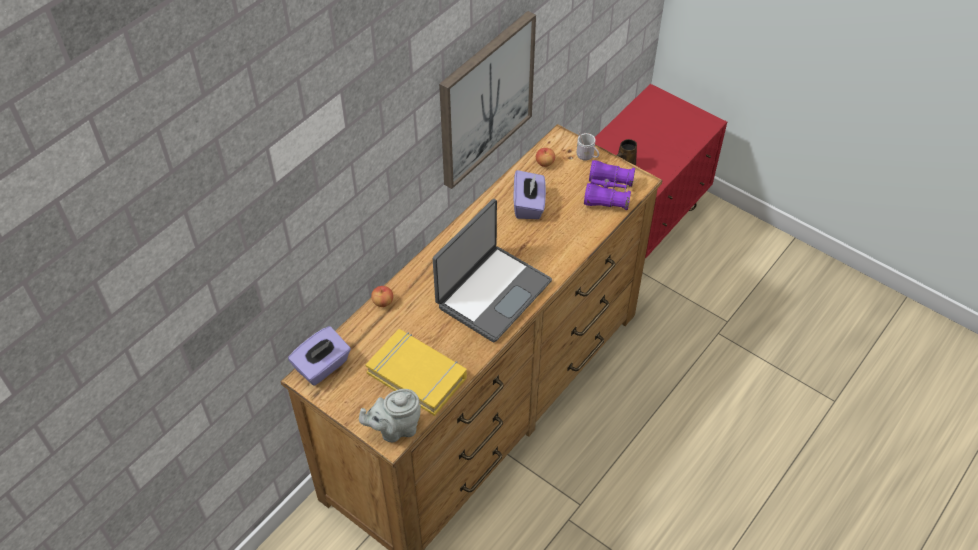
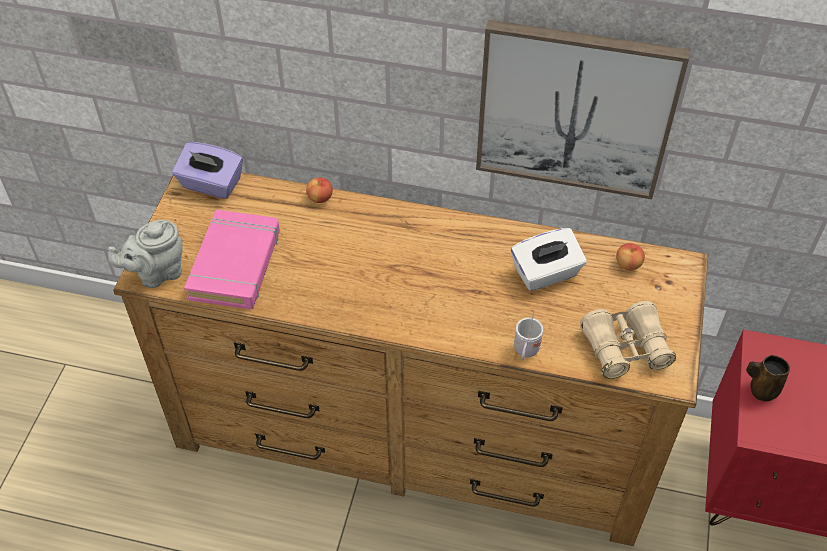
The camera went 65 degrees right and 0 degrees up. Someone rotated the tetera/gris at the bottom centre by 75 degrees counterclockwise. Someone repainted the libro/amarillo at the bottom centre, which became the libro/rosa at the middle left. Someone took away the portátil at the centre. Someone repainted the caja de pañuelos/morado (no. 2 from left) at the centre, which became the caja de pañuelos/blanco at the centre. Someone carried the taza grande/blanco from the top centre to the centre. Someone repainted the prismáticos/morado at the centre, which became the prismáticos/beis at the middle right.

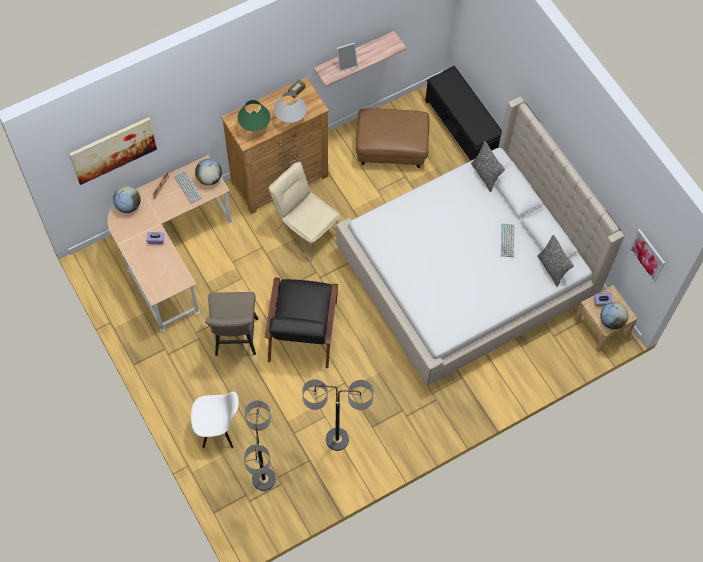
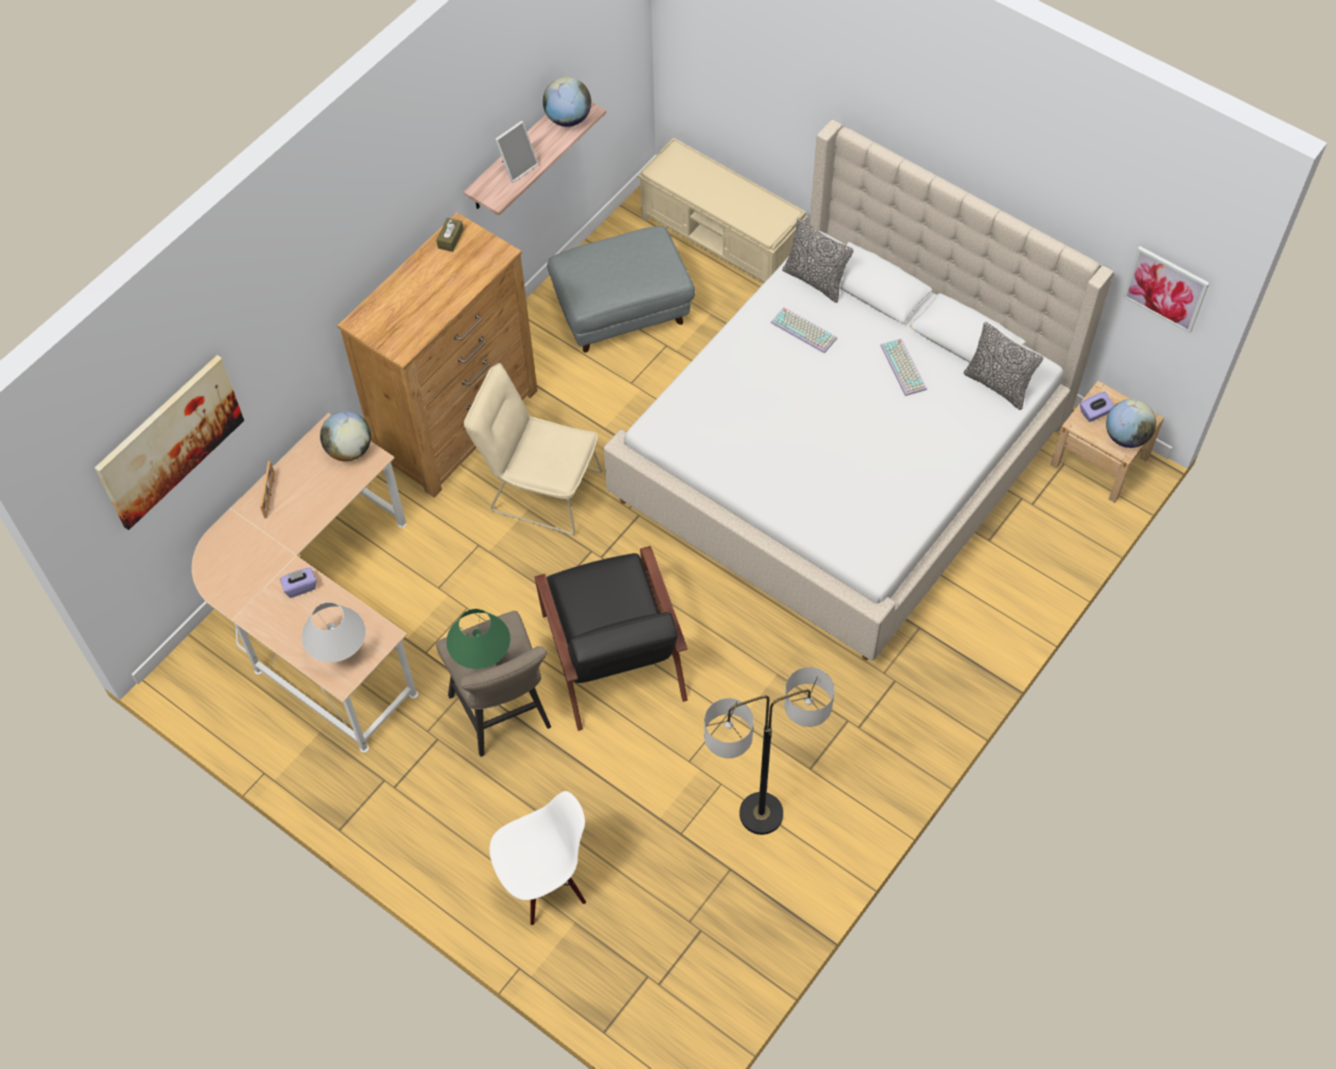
The camera went 20 degrees left and 5 degrees down. Someone carried the globo terráqueo (no. 1 from left in the first image) from the middle left to the top centre. Someone carried the teclado (no. 1 from left) from the top left to the top centre. Someone carried the lámpara de mesa/verde from the top centre to the centre. Someone took away the lámpara de pie (no. 1 from left) at the bottom centre. Someone carried the lámpara de mesa/blanco from the top centre to the middle left. Someone repainted the puf/marrón at the top centre, which became the puf/gris at the top centre. Someone repainted the banco/negro at the top centre, which became the banco/beis at the top centre.

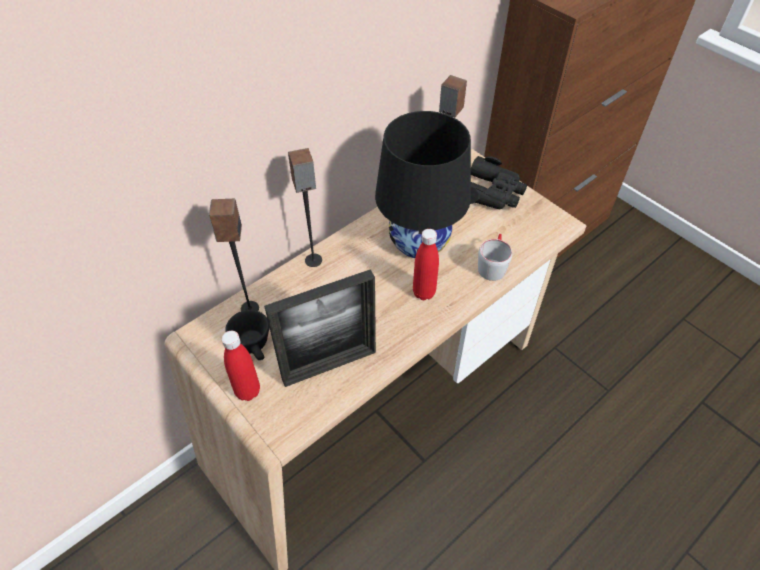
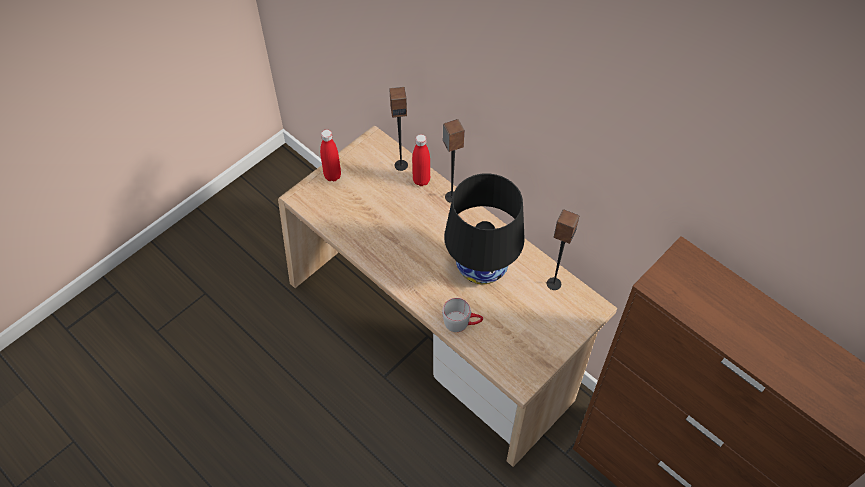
The camera went 85 degrees right and 5 degrees up. Someone took away the taza/negro at the middle left. Someone took away the portarretratos at the centre. Someone carried the botella/rojo (no. 2 from left) from the centre to the top centre. Someone took away the prismáticos/negro at the top centre.

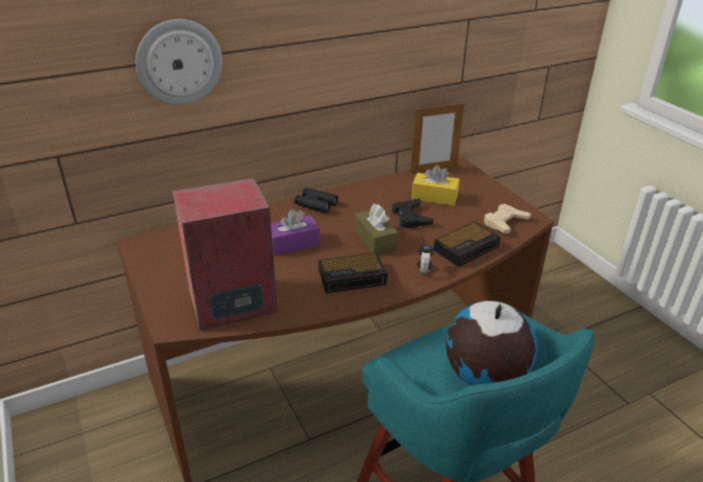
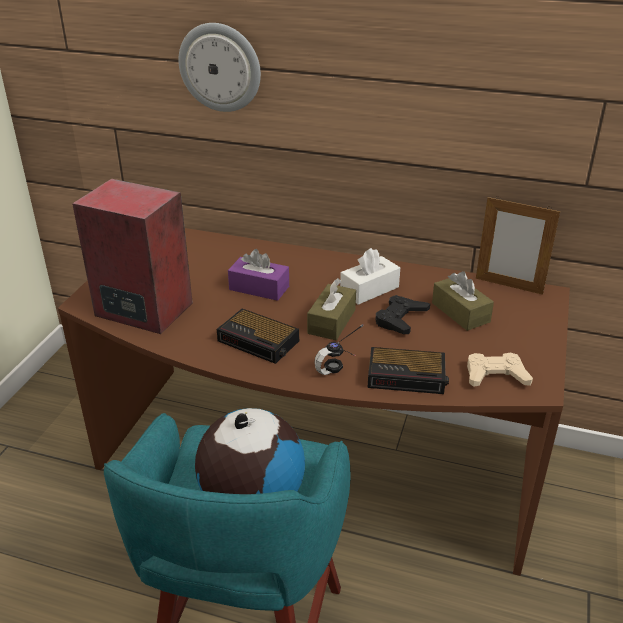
The camera went 45 degrees right and 0 degrees up. Someone took away the prismáticos/negro at the centre. Someone repainted the caja de pañuelos/amarillo at the centre, which became the caja de pañuelos/marrón (no. 2 from left) at the middle right. Someone put down the caja de pañuelos/blanco at the centre.

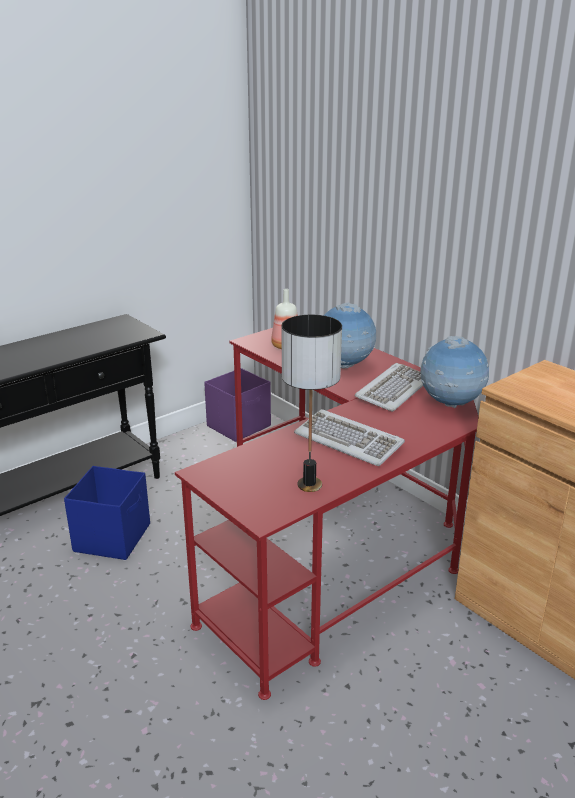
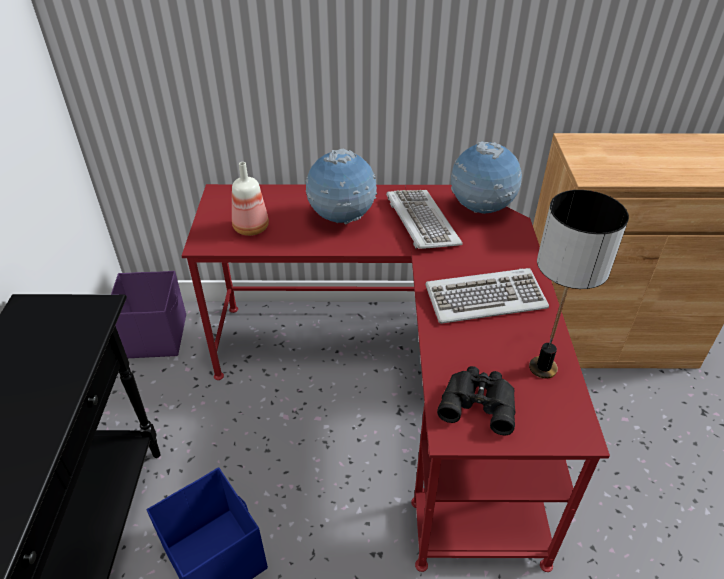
The camera went 50 degrees left and 15 degrees up. Someone put down the prismáticos/negro at the bottom centre.

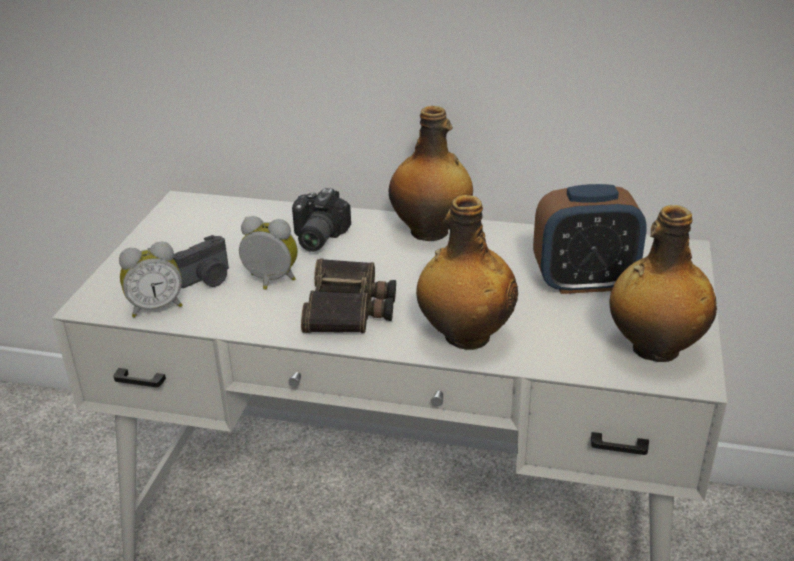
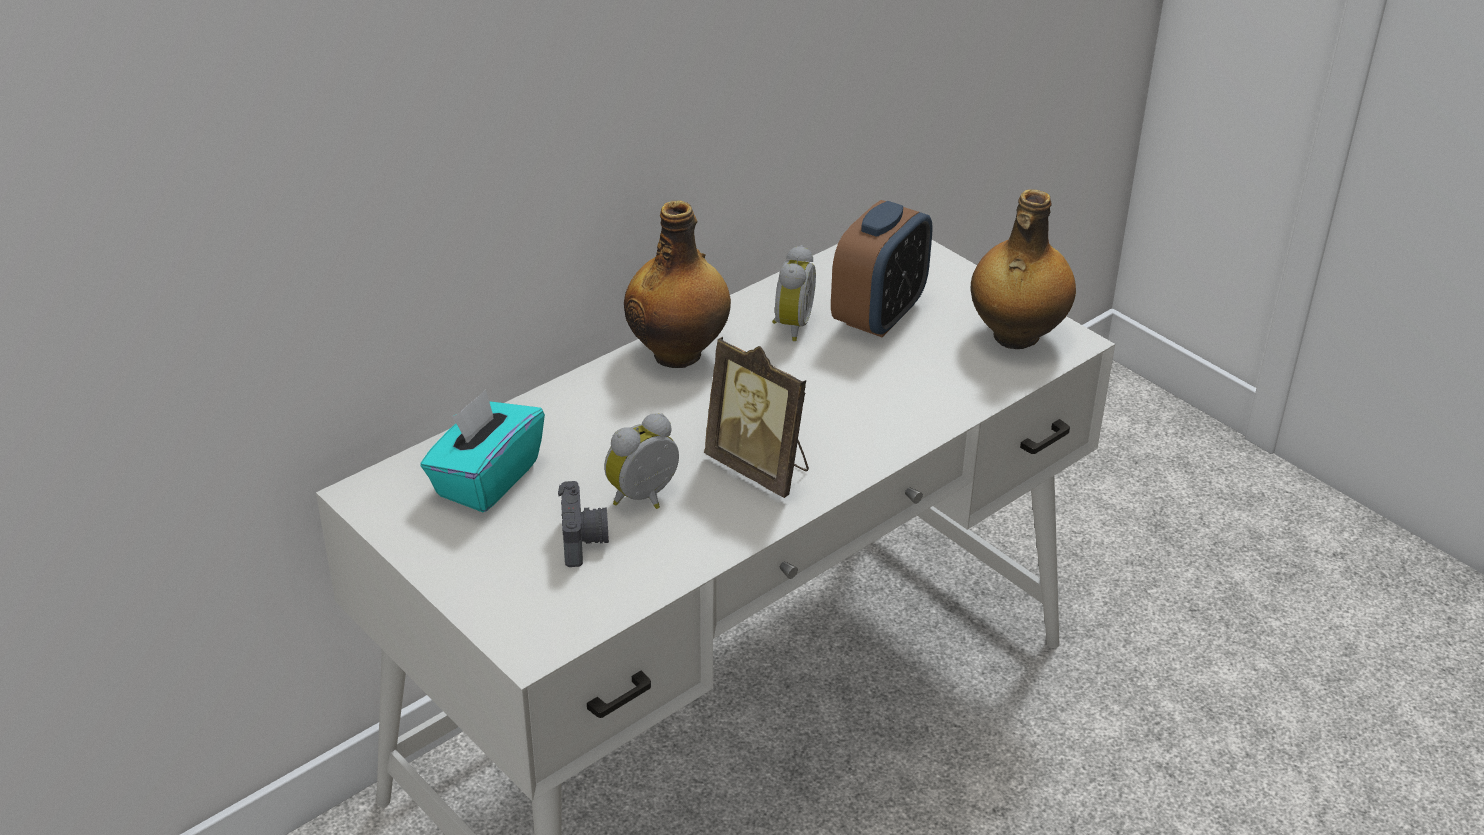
The camera went 55 degrees left and 5 degrees up. Someone carried the despertador (no. 1 from left in the first image) from the middle left to the centre. Someone took away the cámara (no. 2 from left) at the centre. Someone swapped the prismáticos at the centre for the portarretratos at the centre. Someone took away the botella (no. 2 from left) at the centre. Someone put down the caja de pañuelos/turquesa at the middle left.

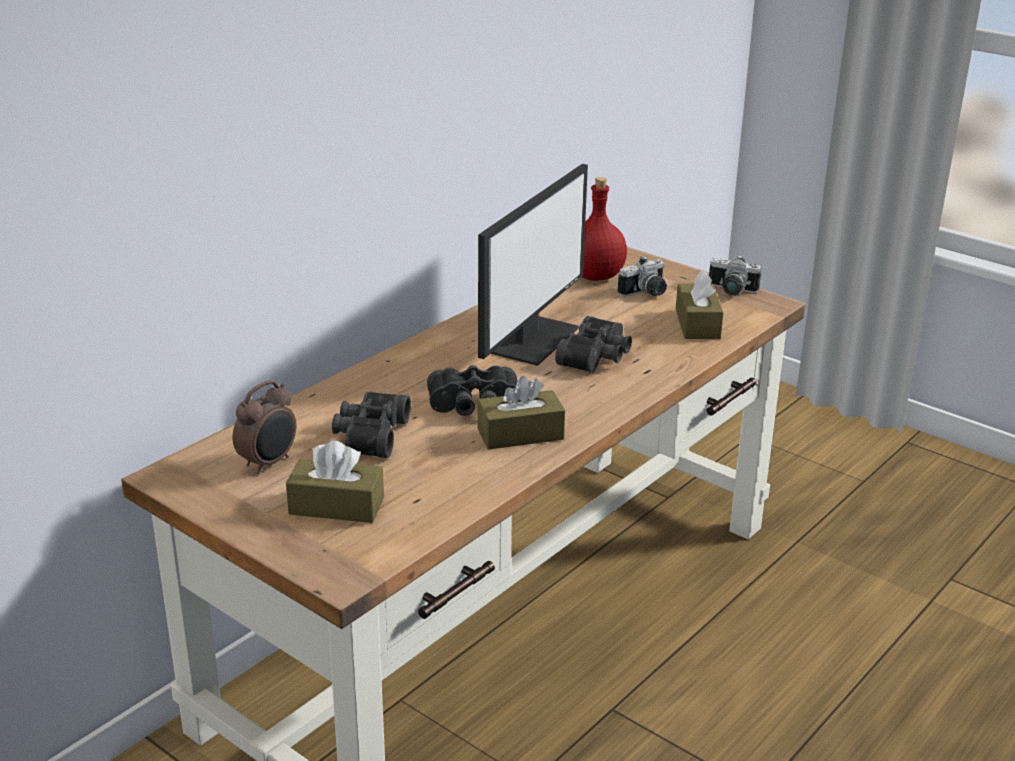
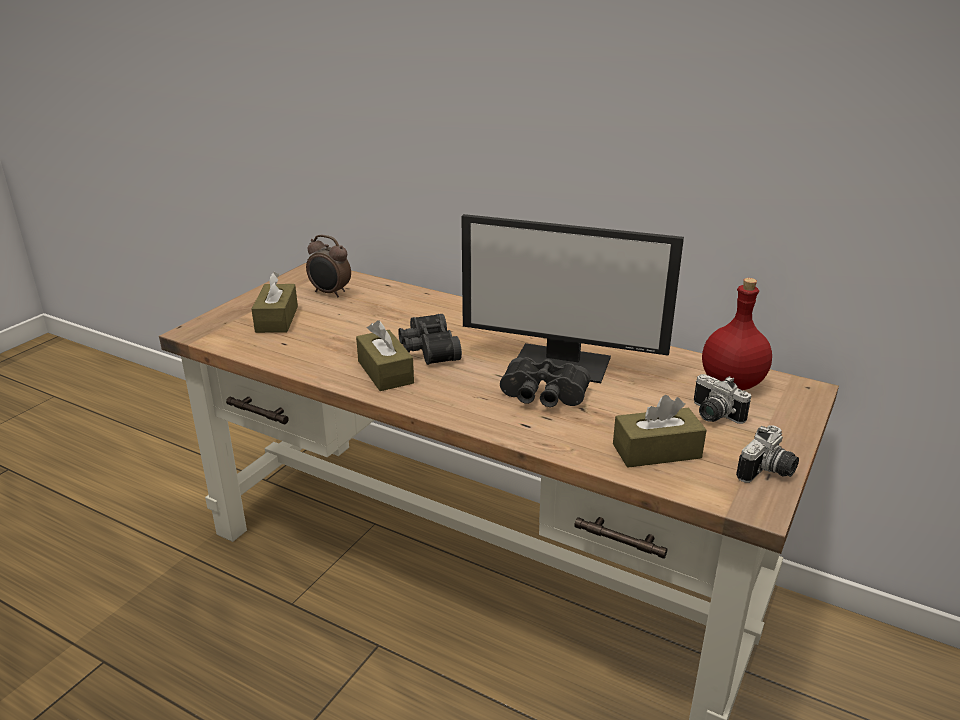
The camera went 80 degrees right and 0 degrees up. Someone took away the prismáticos/negro (no. 1 from left) at the centre. Someone rotated the cámara (no. 2 from left) at the middle right by 150 degrees counterclockwise.

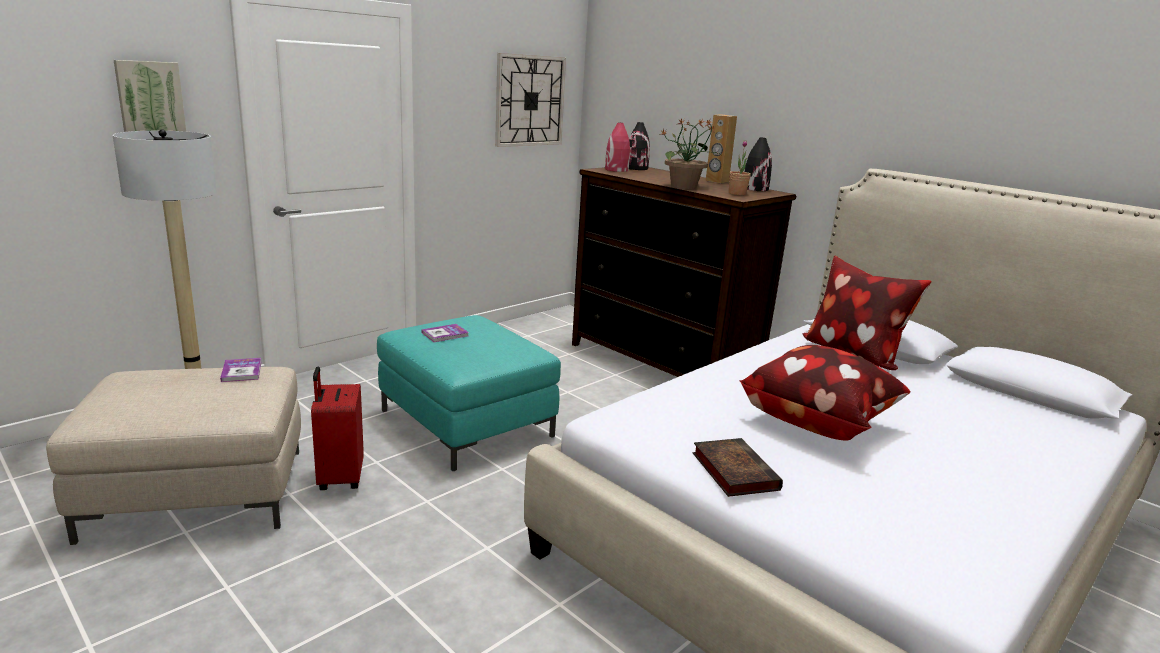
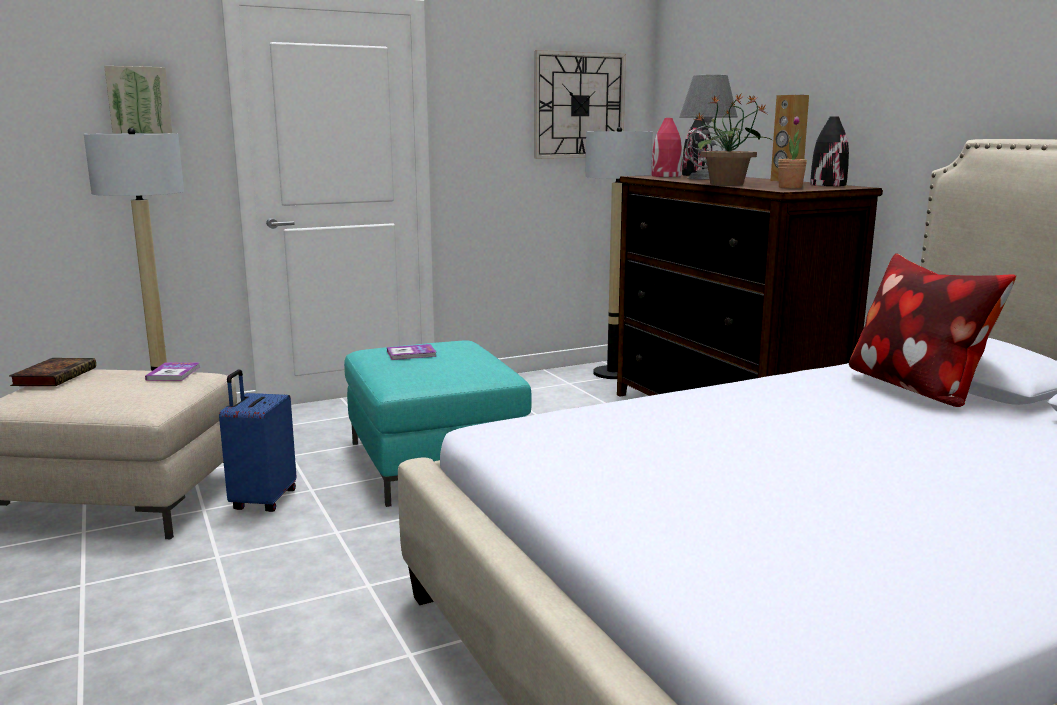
The camera went 20 degrees right and 5 degrees down. Someone repainted the maleta/rojo at the middle left, which became the maleta/azul at the middle left. Someone carried the libro (no. 3 from left in the first image) from the bottom centre to the middle left. Someone took away the cojín (no. 1 from left) at the middle right. Someone put down the lámpara de pie (no. 2 from left) at the centre. Someone put down the lámpara de mesa/gris at the top right.

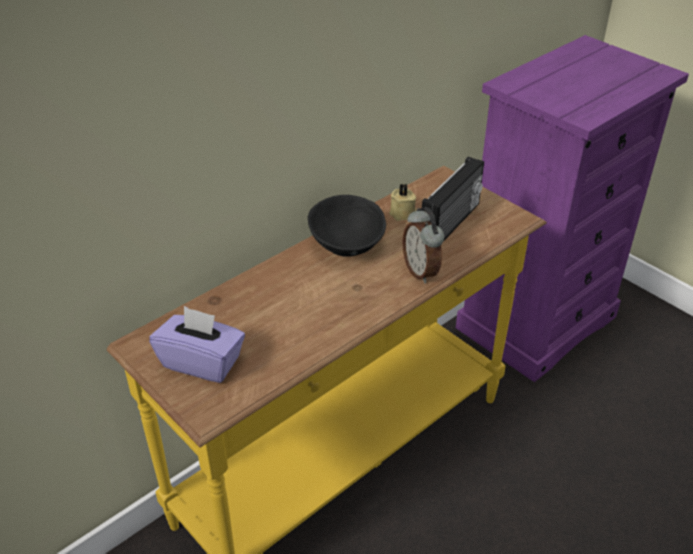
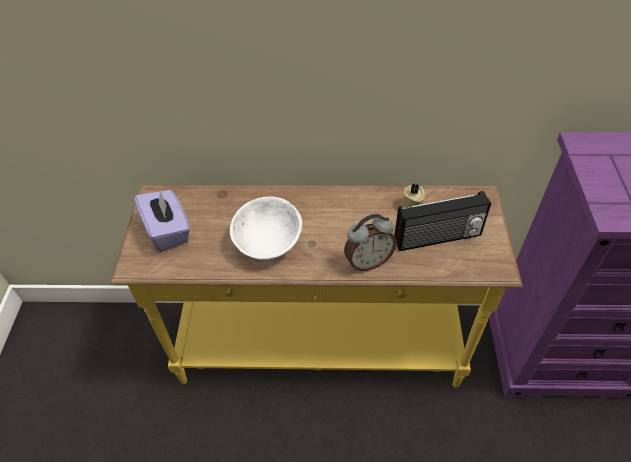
The camera went 45 degrees right and 10 degrees up. Someone took away the cuenco/negro at the centre. Someone rotated the despertador at the centre by 135 degrees counterclockwise. Someone put down the cuenco/blanco at the centre.

